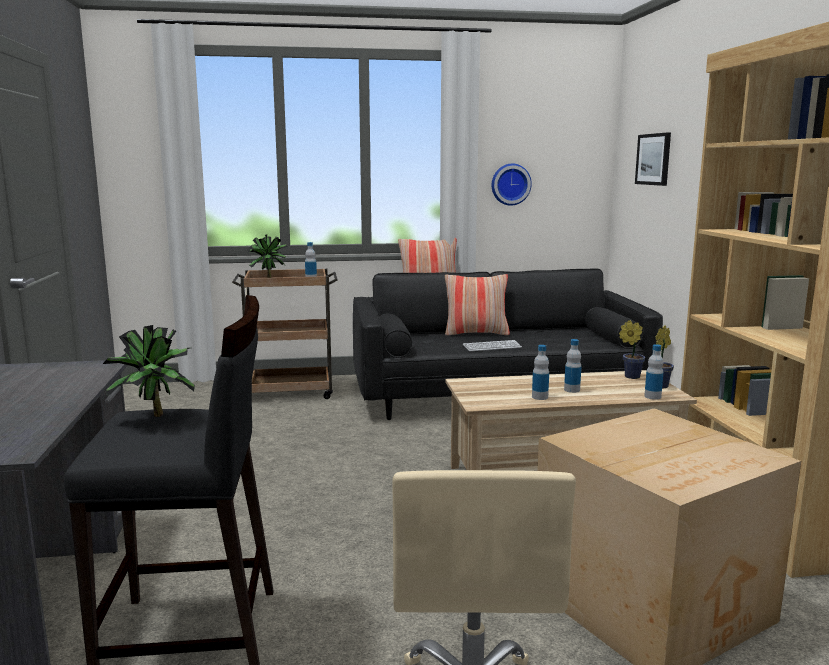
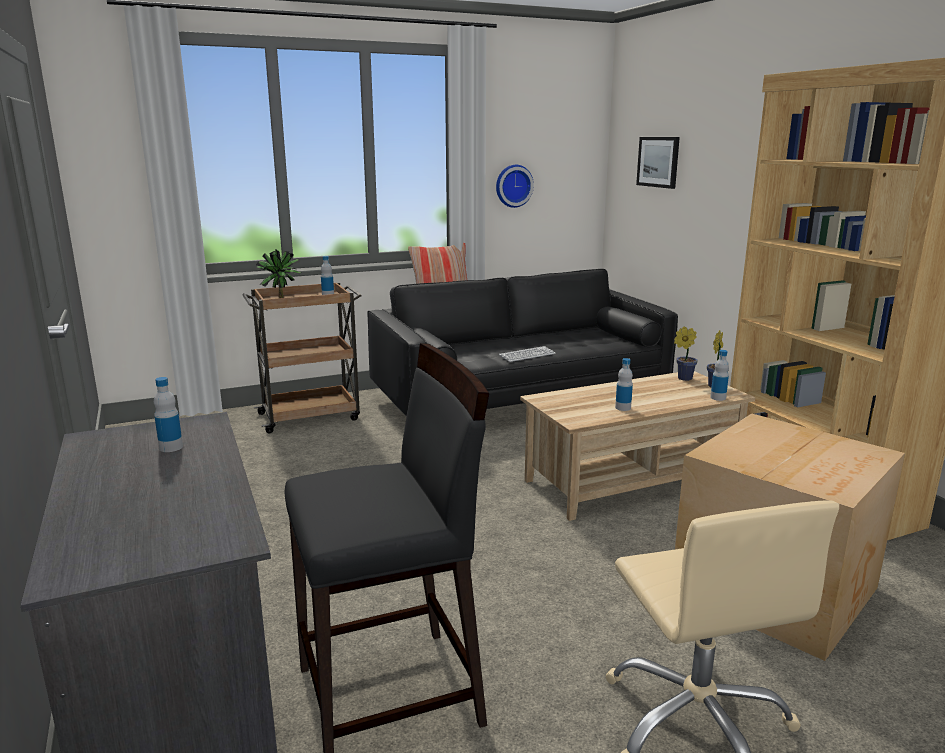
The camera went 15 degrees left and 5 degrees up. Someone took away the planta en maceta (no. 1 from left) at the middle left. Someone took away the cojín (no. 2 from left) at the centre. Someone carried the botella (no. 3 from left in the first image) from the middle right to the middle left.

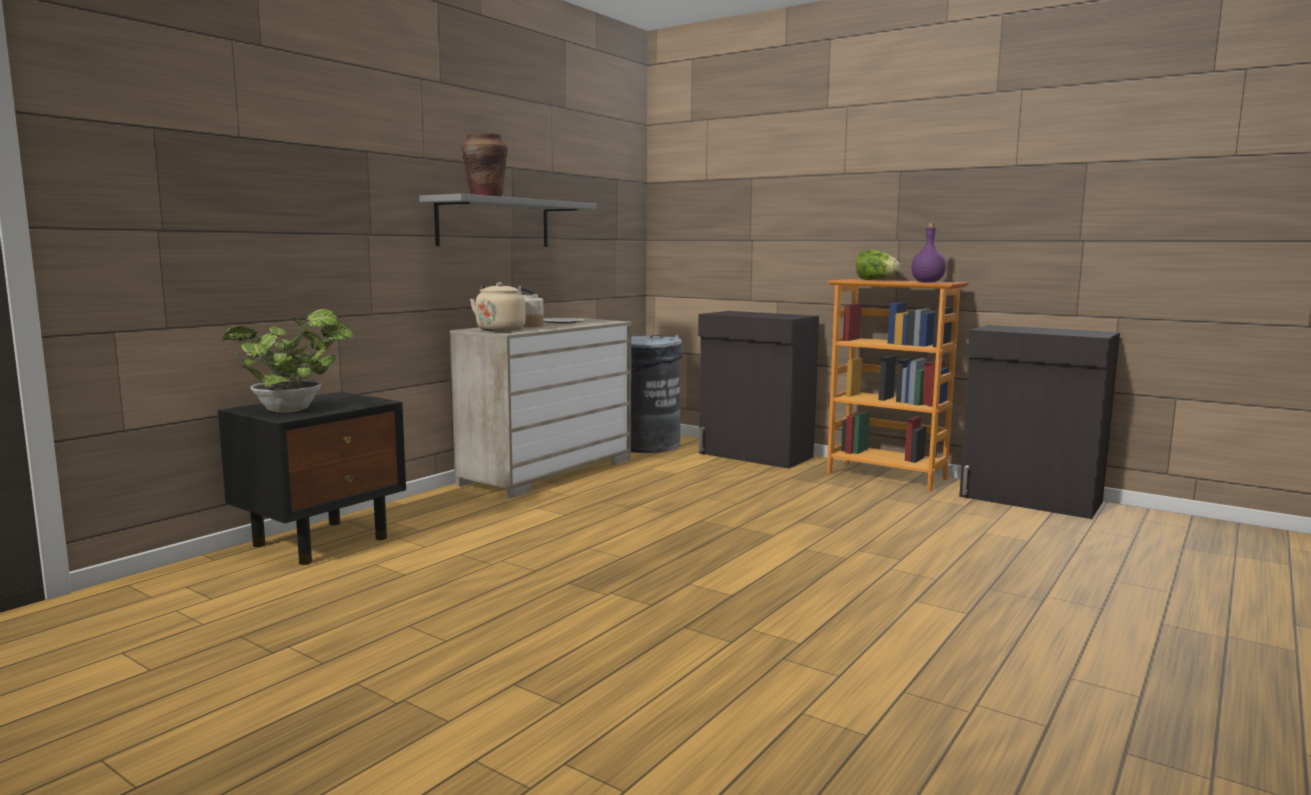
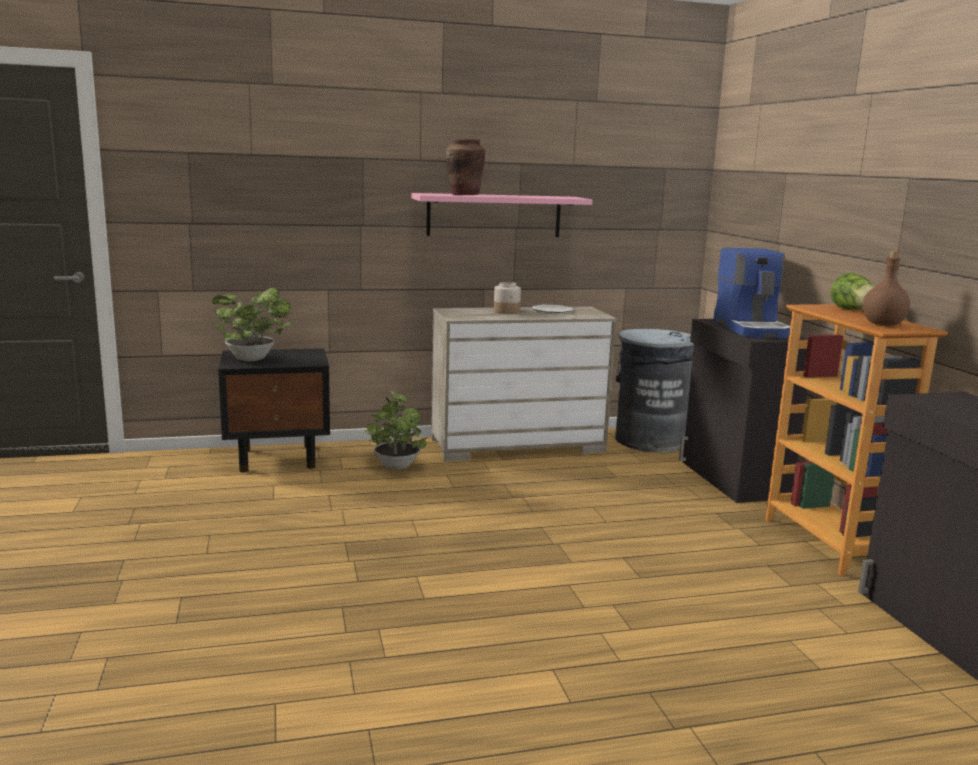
The camera went 40 degrees right and 5 degrees up. Someone repainted the estante/gris at the top centre, which became the estante/rosa at the top centre. Someone took away the hervidor/beis at the centre. Someone repainted the botella/morado at the top right, which became the botella/marrón at the middle right. Someone put down the planta en maceta (no. 2 from left) at the centre. Someone put down the cafetera at the middle right.

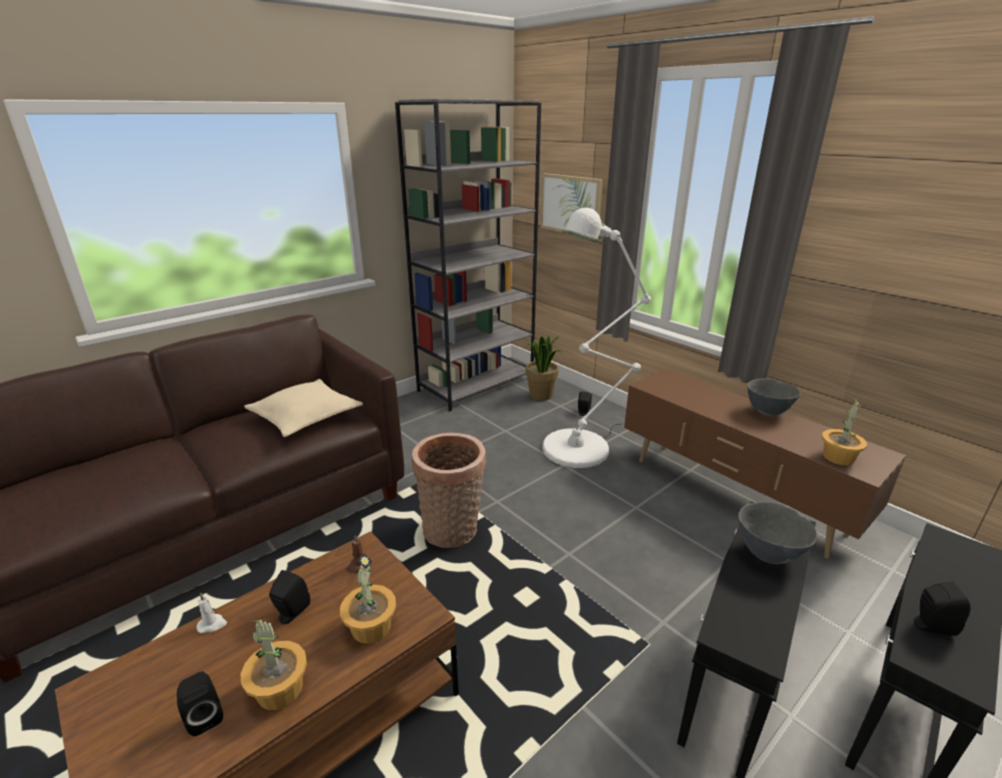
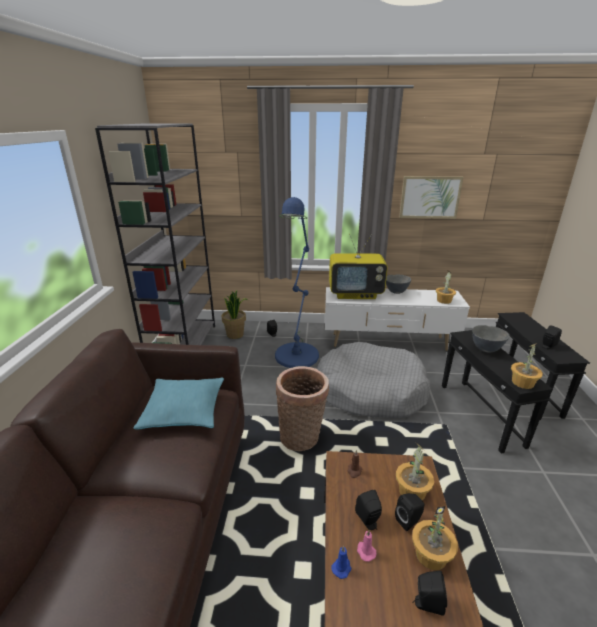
The camera went 45 degrees left and 0 degrees up. Someone repainted the vela/blanco at the bottom left, which became the vela/azul at the bottom centre. Someone repainted the cojín/beis at the middle left, which became the cojín/turquesa at the middle left. Someone carried the cuadro from the top centre to the top right. Someone repainted the lámpara de pie/blanco at the centre, which became the lámpara de pie/azul at the centre. Someone repainted the mueble de televisión/marrón at the middle right, which became the mueble de televisión/blanco at the centre. Someone put down the cama para perro/gris at the centre. Someone put down the televisor at the centre. Someone put down the vela/rosa at the bottom centre. Someone put down the altavoz/negro (no. 3 from left) at the bottom right. Someone put down the planta en maceta (no. 5 from left) at the middle right.

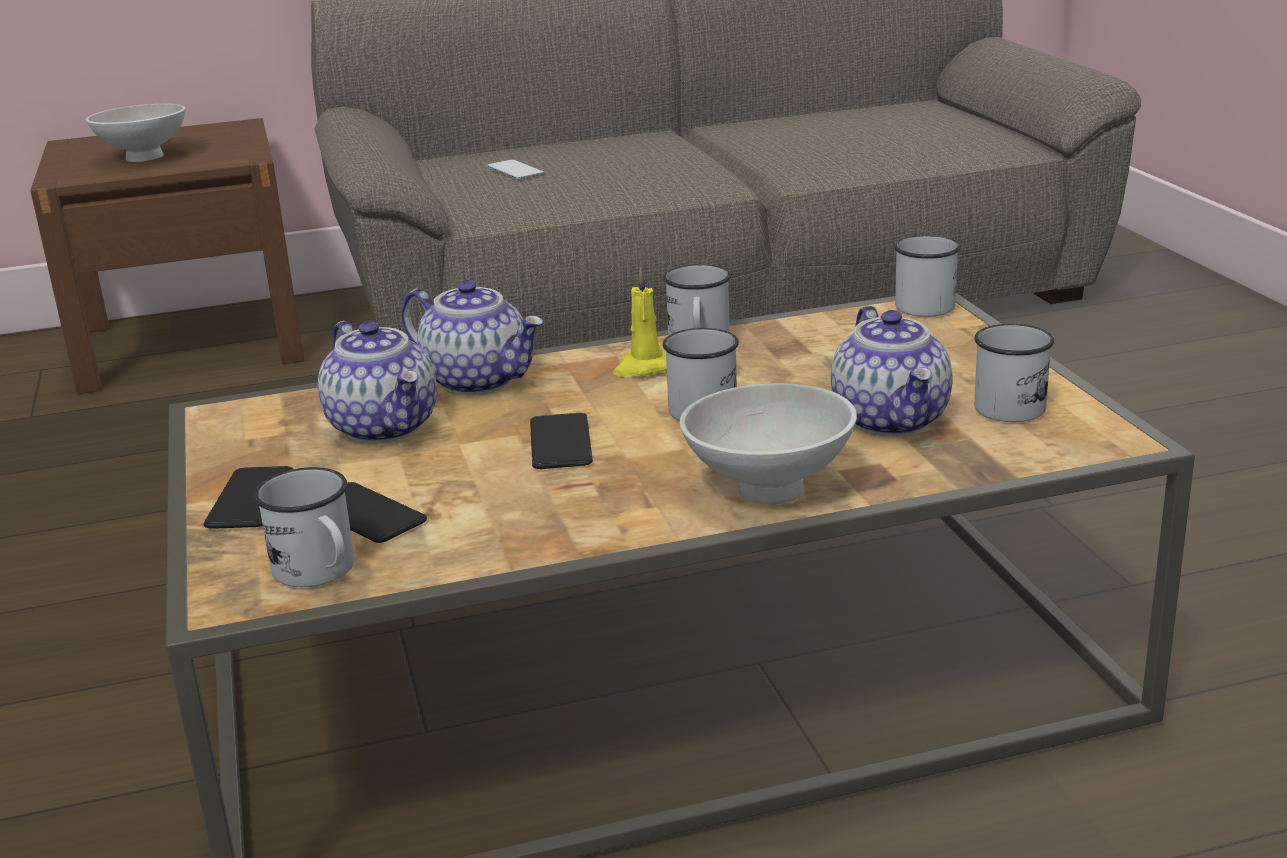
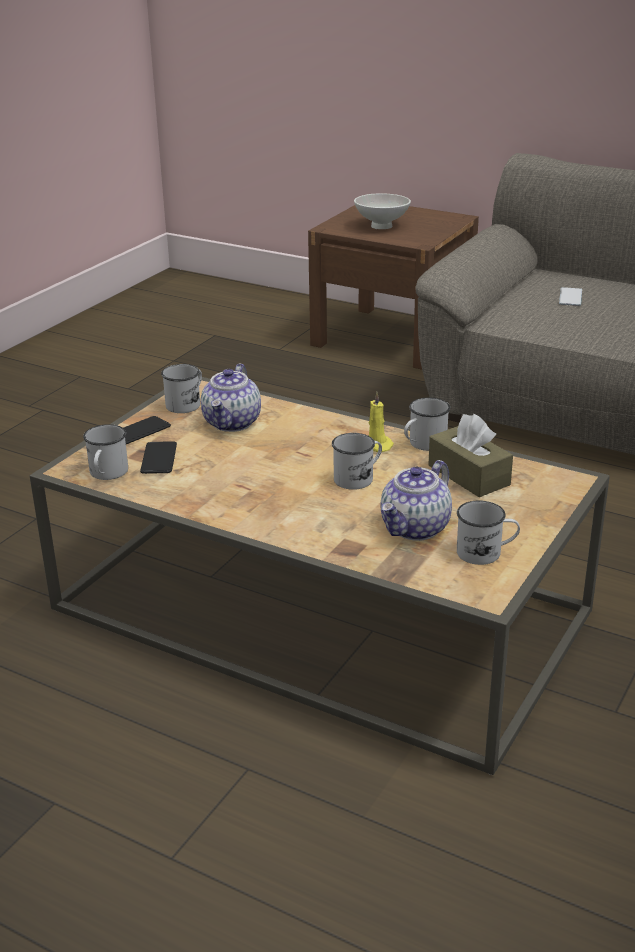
The camera went 45 degrees right and 5 degrees up. Someone took away the tetera (no. 2 from left) at the centre. Someone took away the móvil (no. 4 from left) at the centre. Someone took away the cuenco/blanco (no. 2 from left) at the centre. Someone carried the taza grande/blanco (no. 4 from left in the first image) from the top right to the middle left. Someone put down the caja de pañuelos/marrón at the middle right.

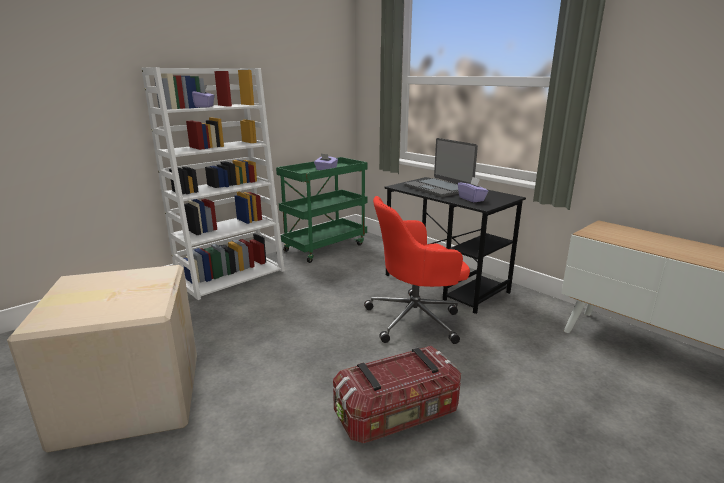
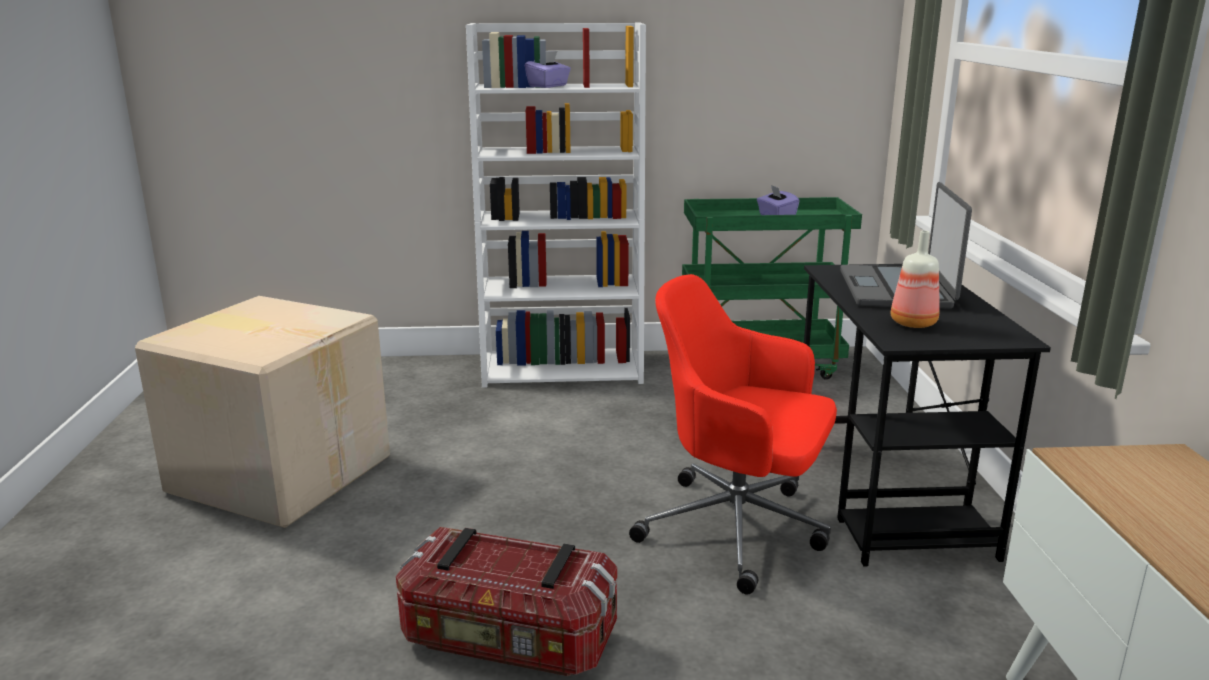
The camera went 40 degrees right and 0 degrees up. Someone swapped the caja de pañuelos/morado (no. 3 from left) at the centre for the botella at the middle right.

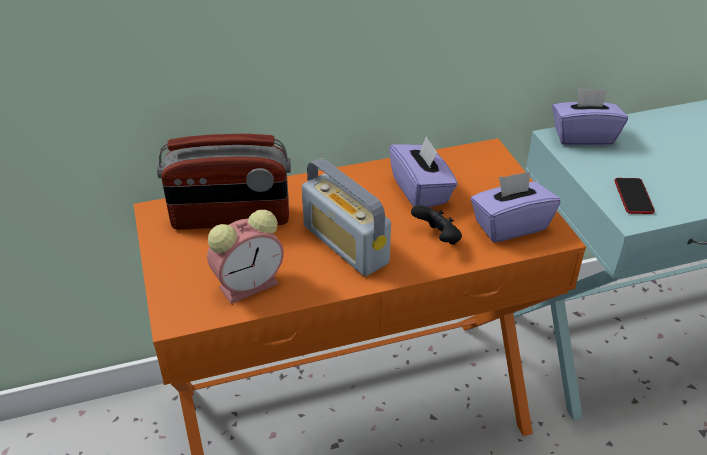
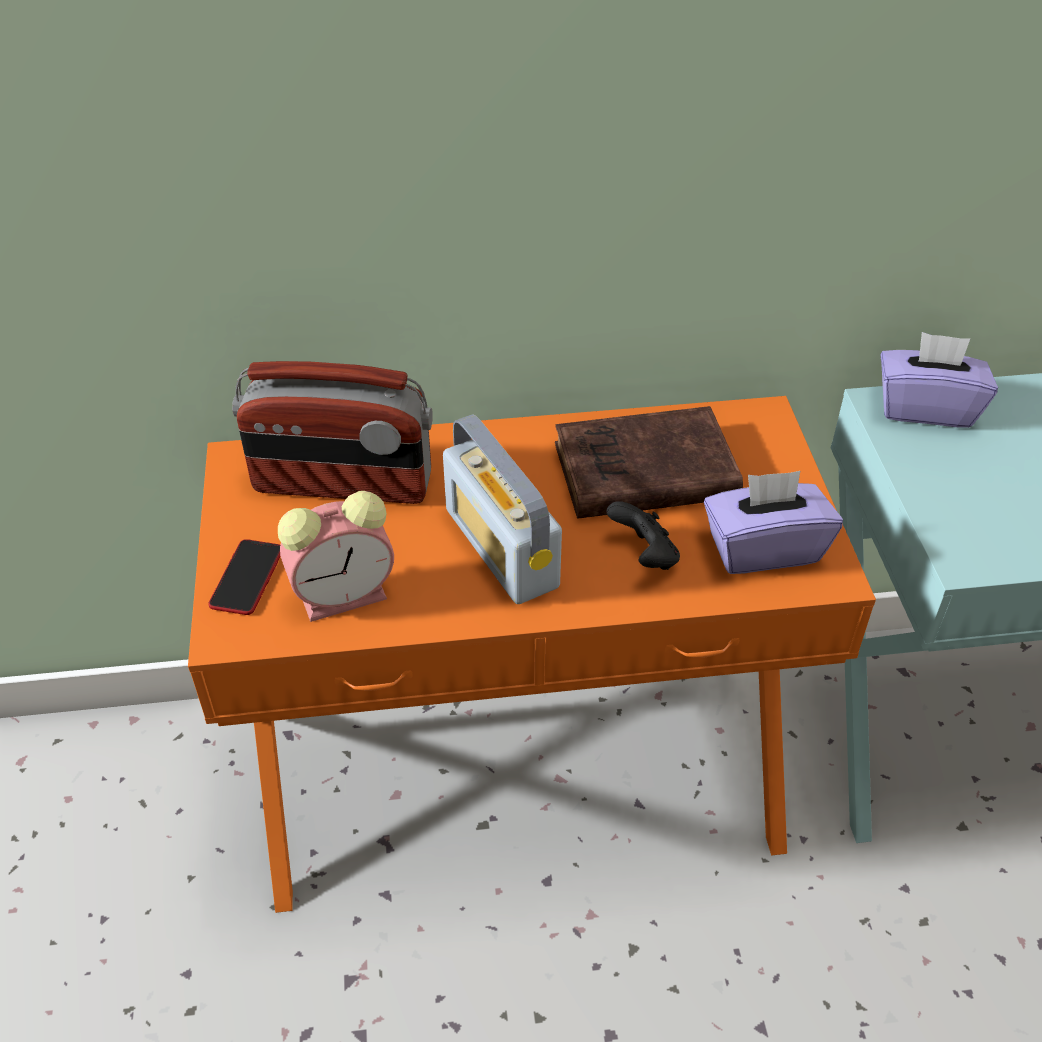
The camera went 10 degrees right and 5 degrees up. Someone swapped the caja de pañuelos/morado (no. 1 from left) at the centre for the libro/marrón at the centre. Someone carried the móvil from the middle right to the middle left.

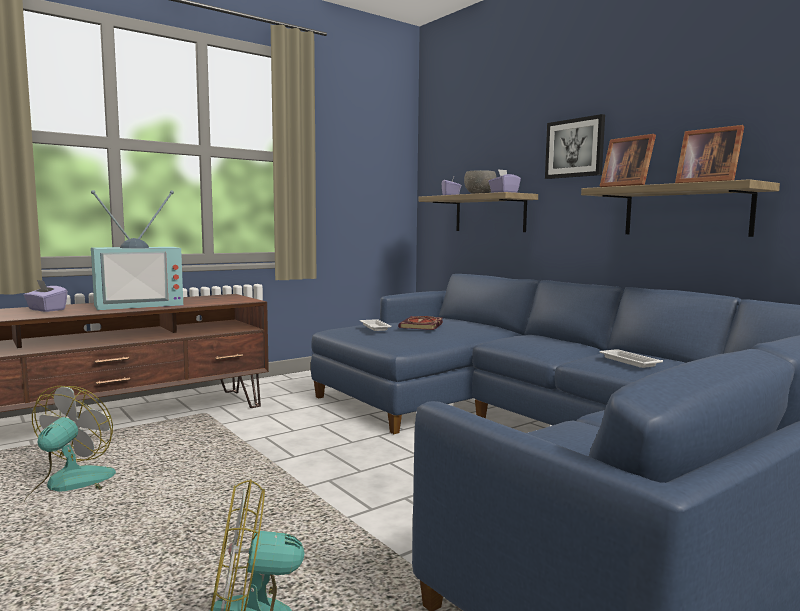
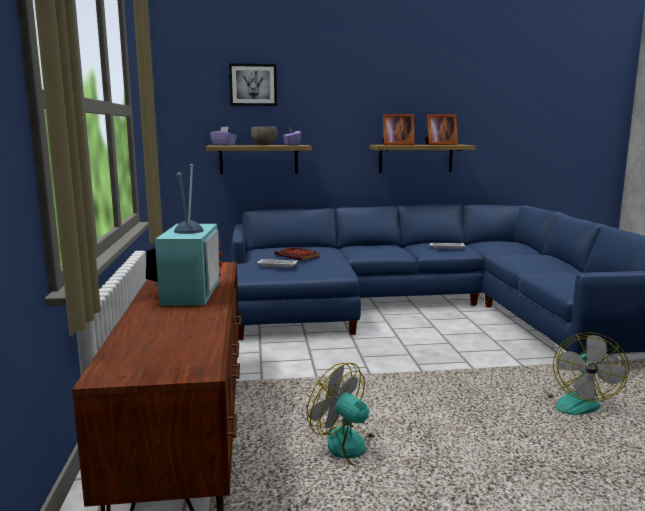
The camera went 60 degrees left and 5 degrees up. Someone took away the caja de pañuelos/morado (no. 1 from left) at the middle left. Someone carried the cuadro from the top right to the top centre.

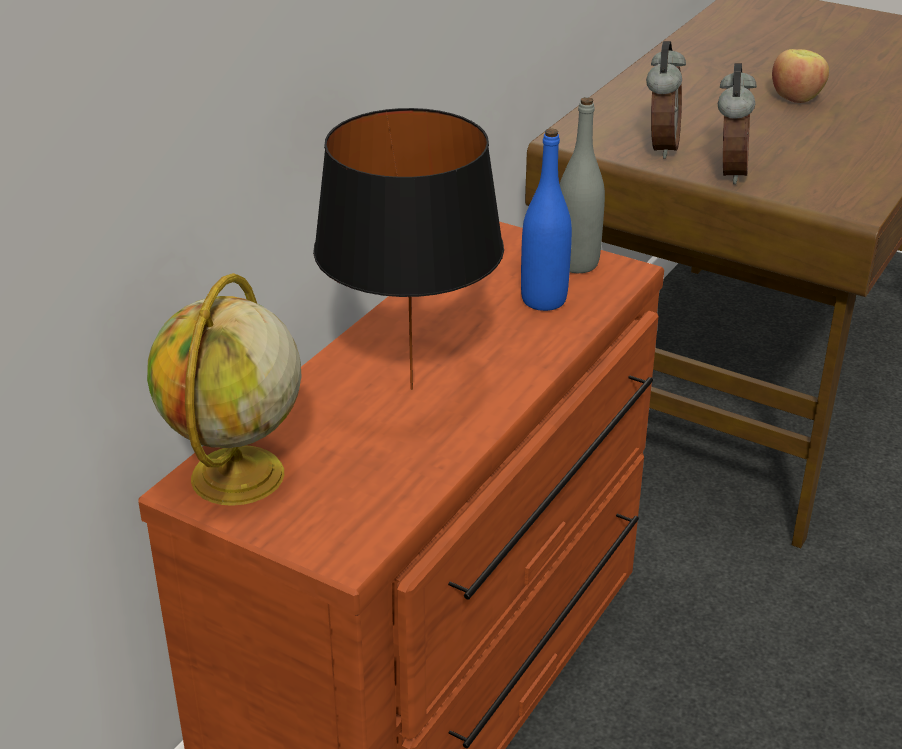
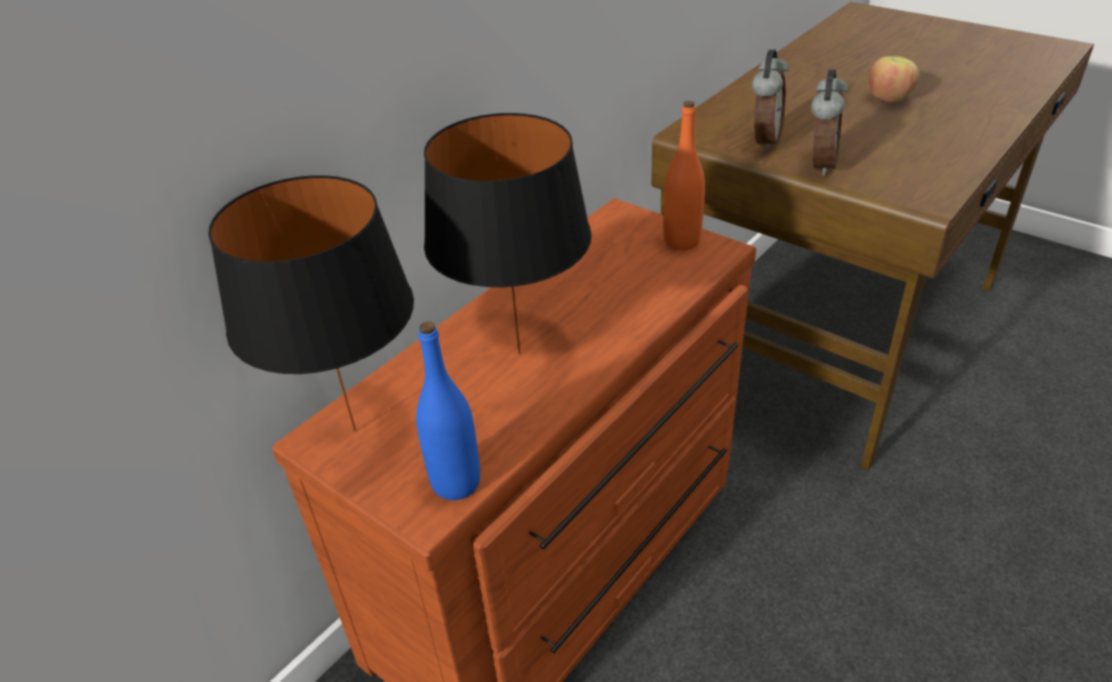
The camera went 10 degrees right and 5 degrees up. Someone swapped the globo terráqueo at the middle left for the lámpara de mesa/negro (no. 1 from left) at the middle left. Someone carried the botella/azul from the top centre to the centre. Someone repainted the botella/gris at the top centre, which became the botella/naranja at the top centre.

